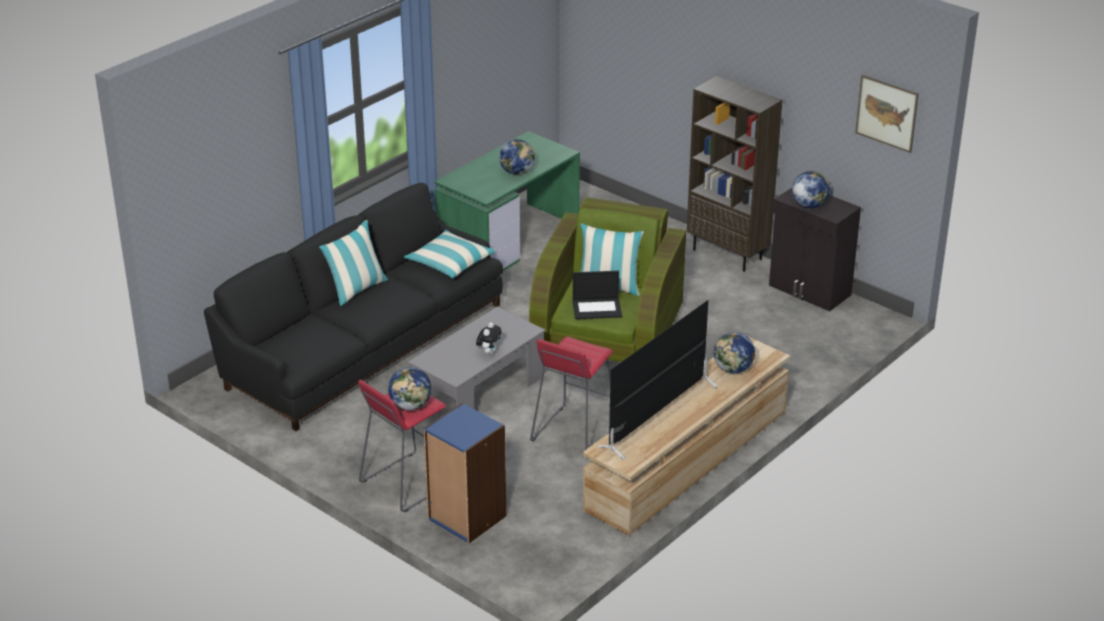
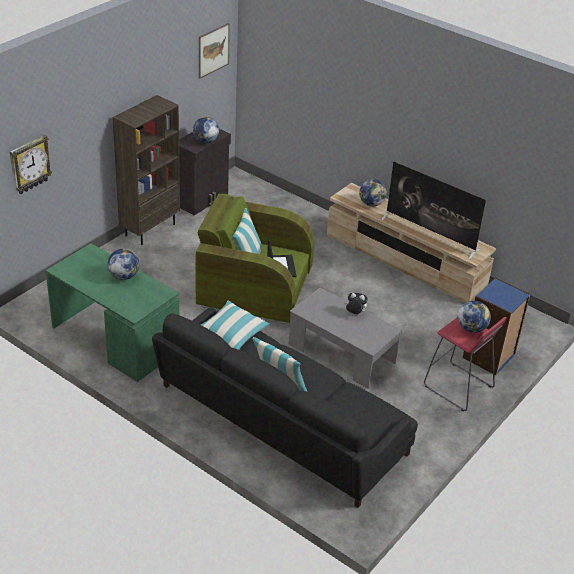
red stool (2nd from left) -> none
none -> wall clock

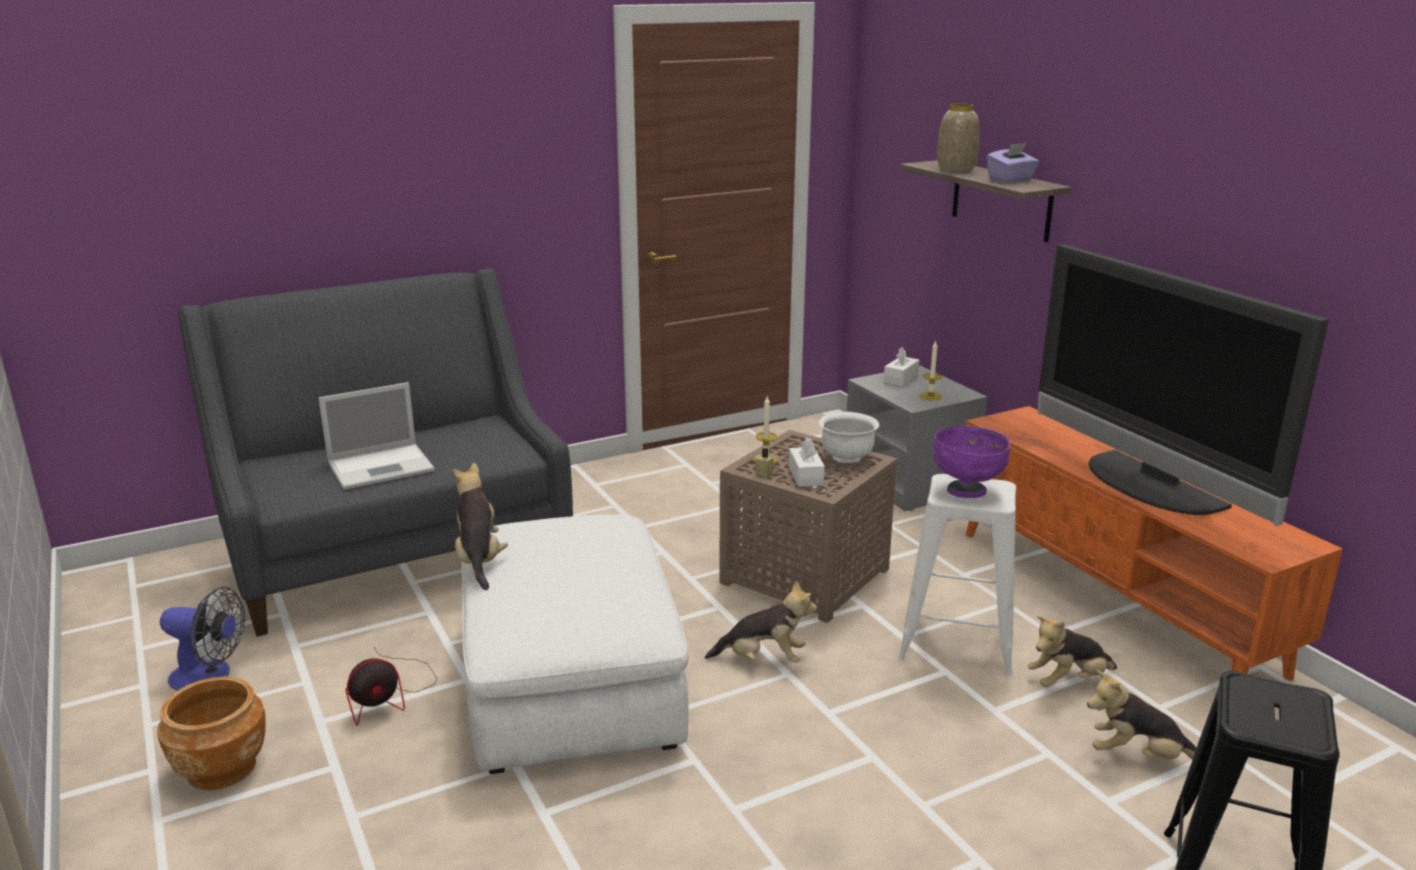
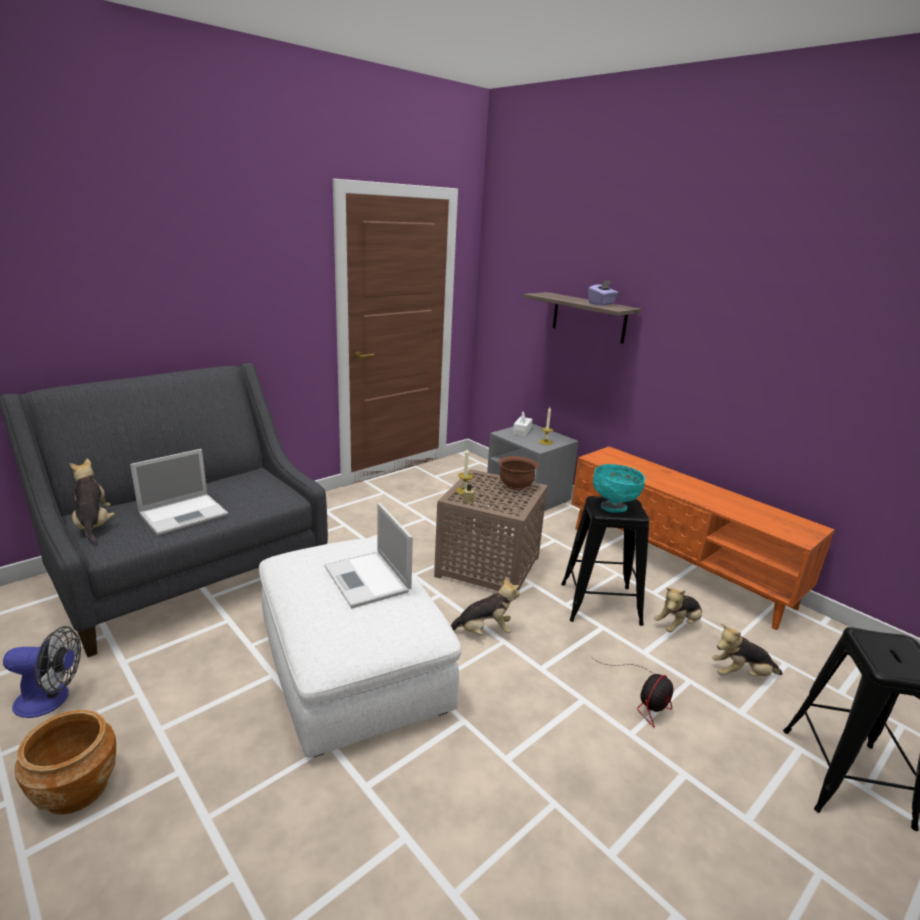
vase -> none
television -> none
white bowl -> brown bowl
purple bowl -> turquoise bowl
white tissue box (1st from left) -> none
plush toy (1st from left), move
white stool -> black stool (1st from left)
fan (2nd from left), move
none -> laptop (2nd from left)

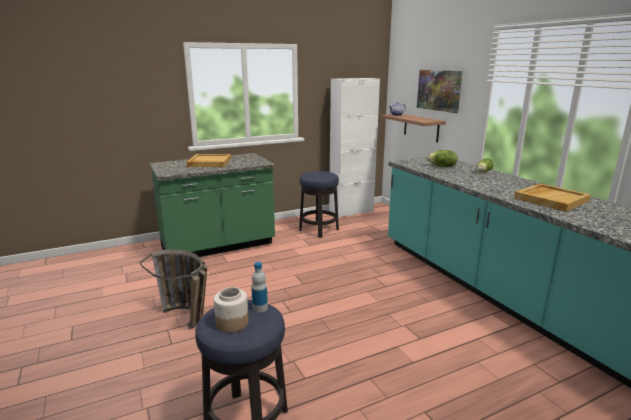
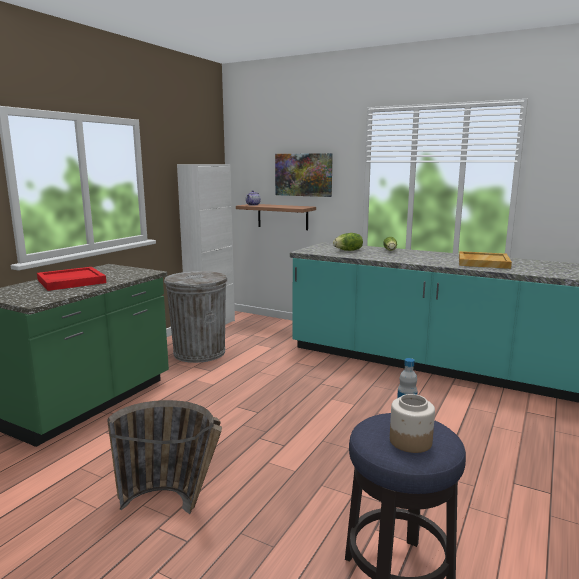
beige tray (1st from left) -> red tray
stool (2nd from left) -> grey trash can

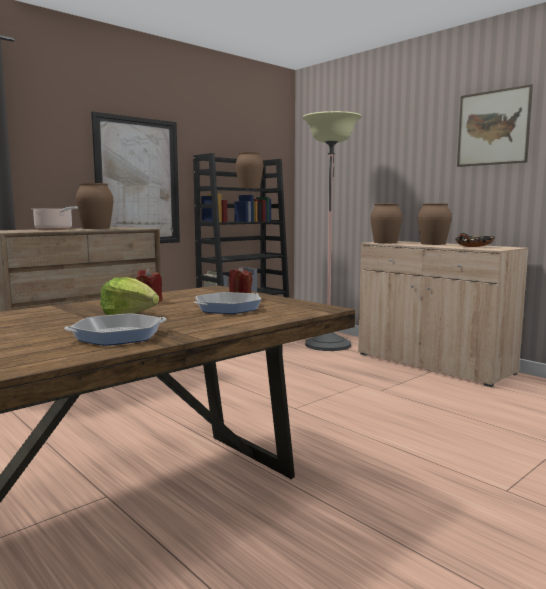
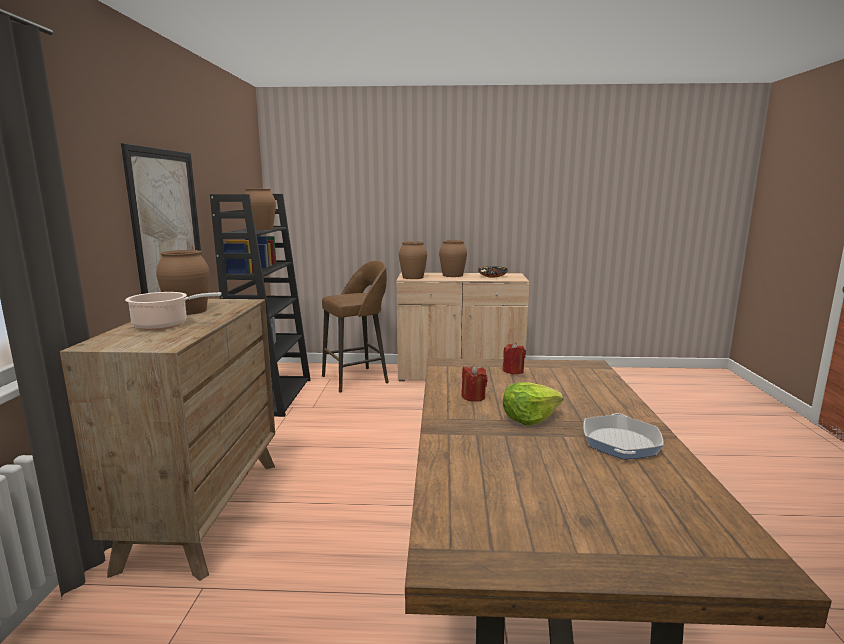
picture (2nd from left) -> none
floor lamp -> brown stool
frying pan (2nd from left) -> none

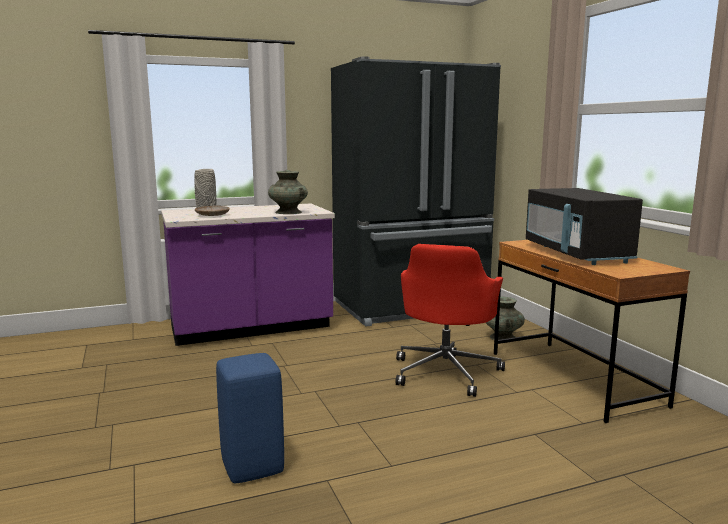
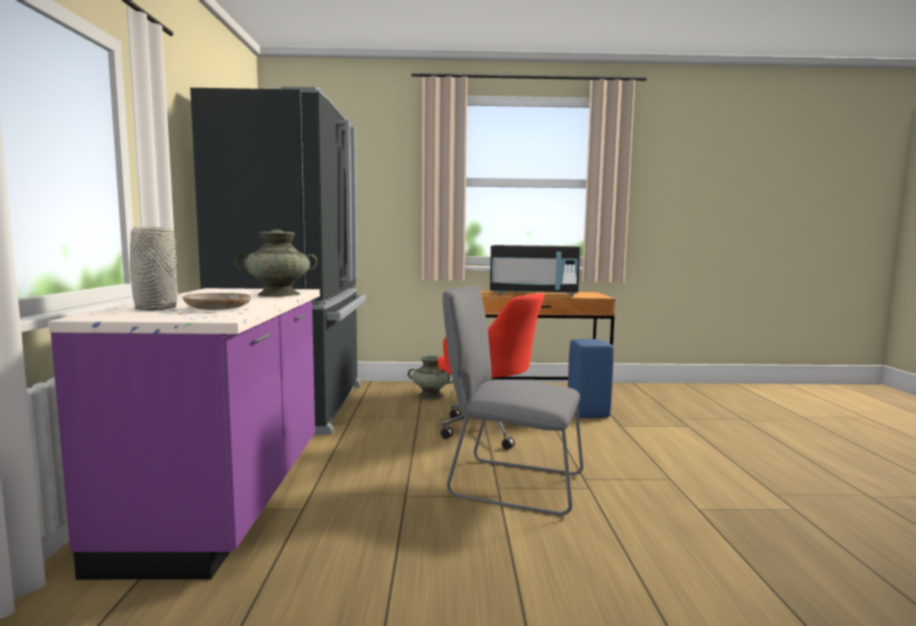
blue stool, move
none -> grey chair

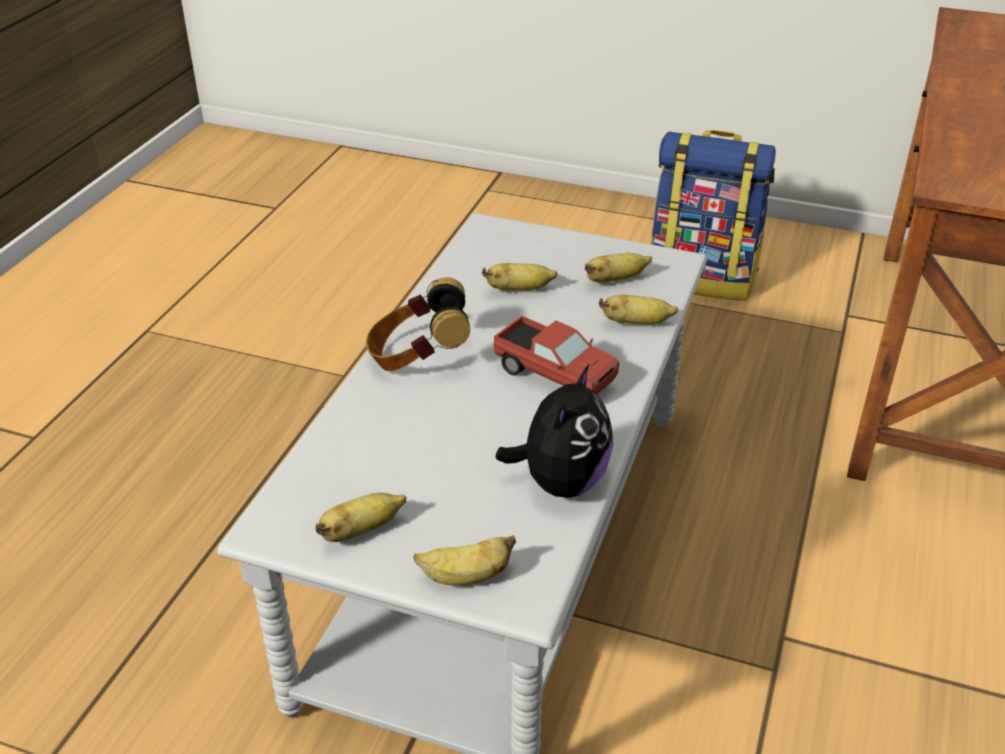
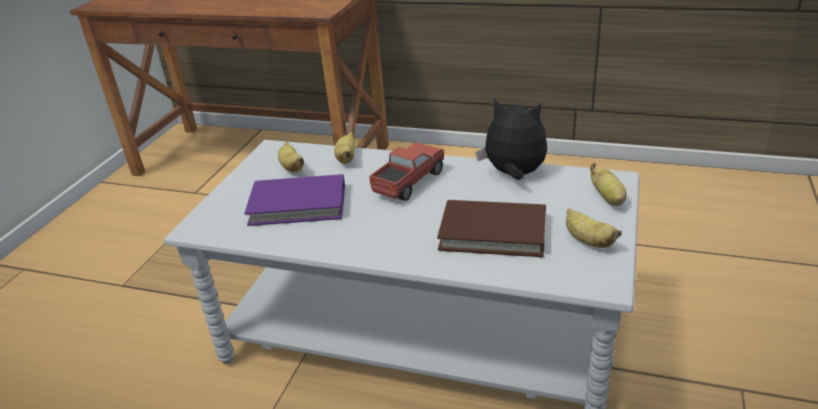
backpack -> none
banana (3rd from left) -> purple book
headphones -> none
none -> brown book

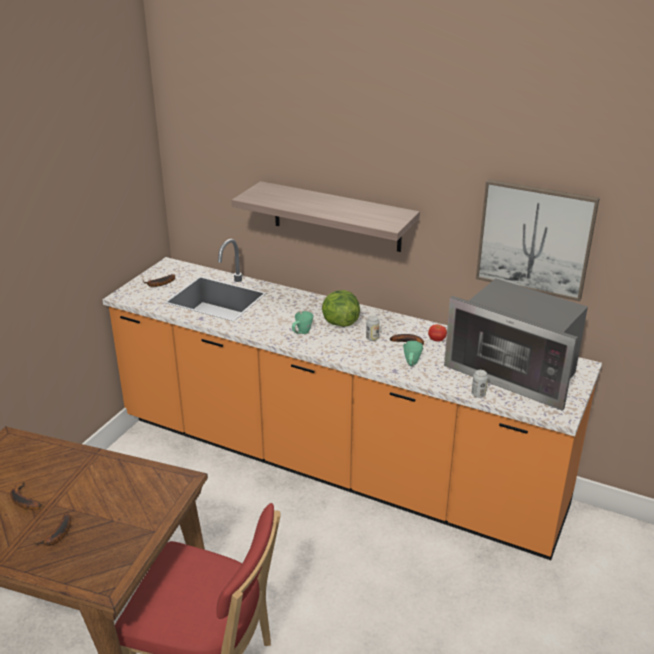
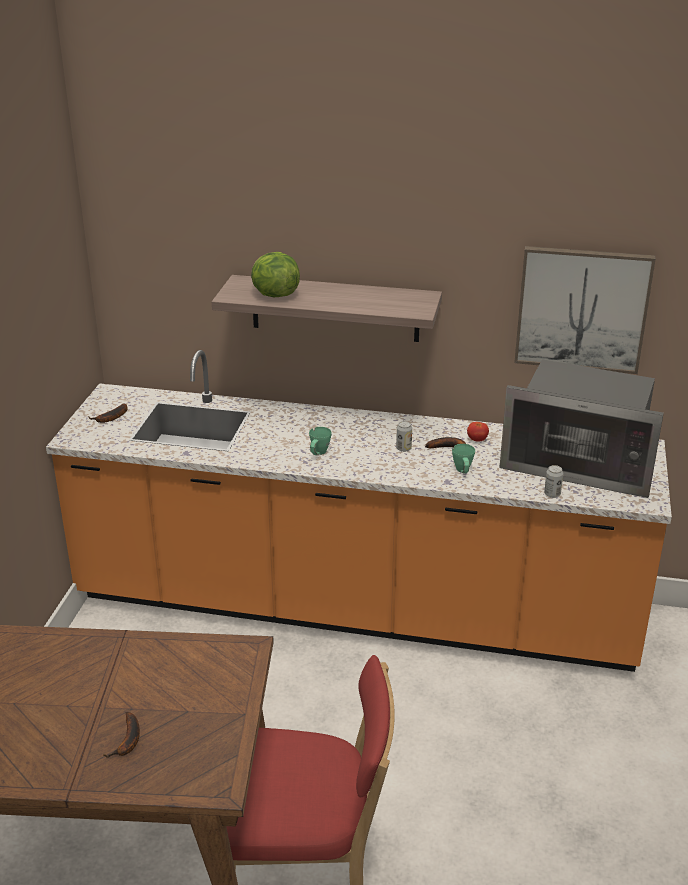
lettuce, move
banana (1st from left) -> none

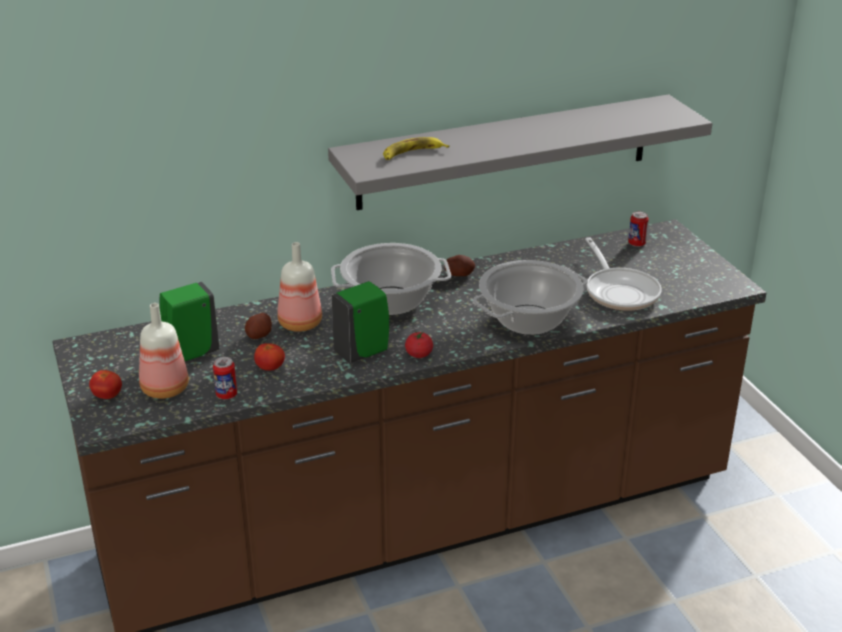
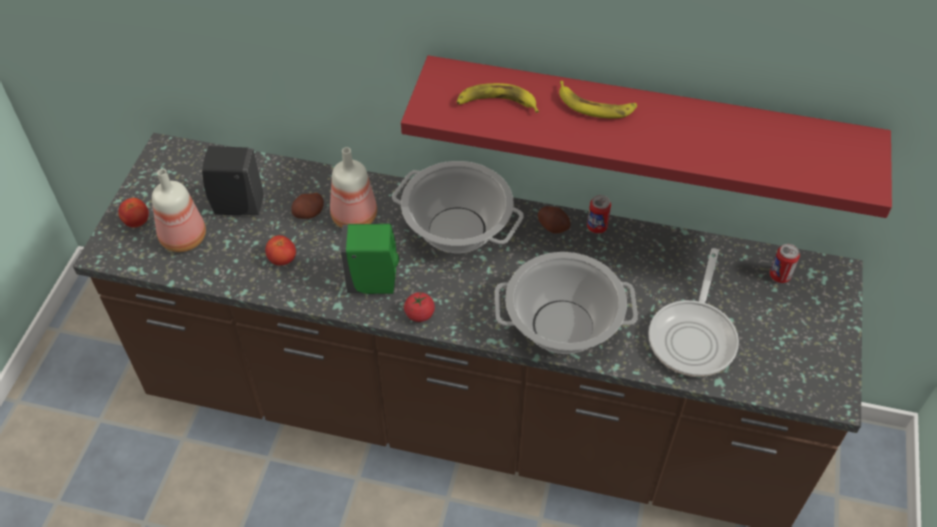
grey shelf -> red shelf
green soap dispenser (1st from left) -> black soap dispenser
can (1st from left), move
none -> banana (2nd from left)

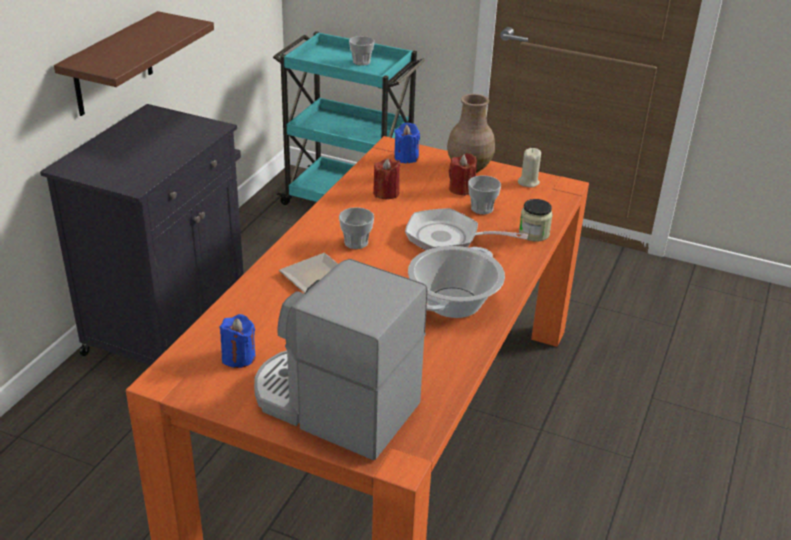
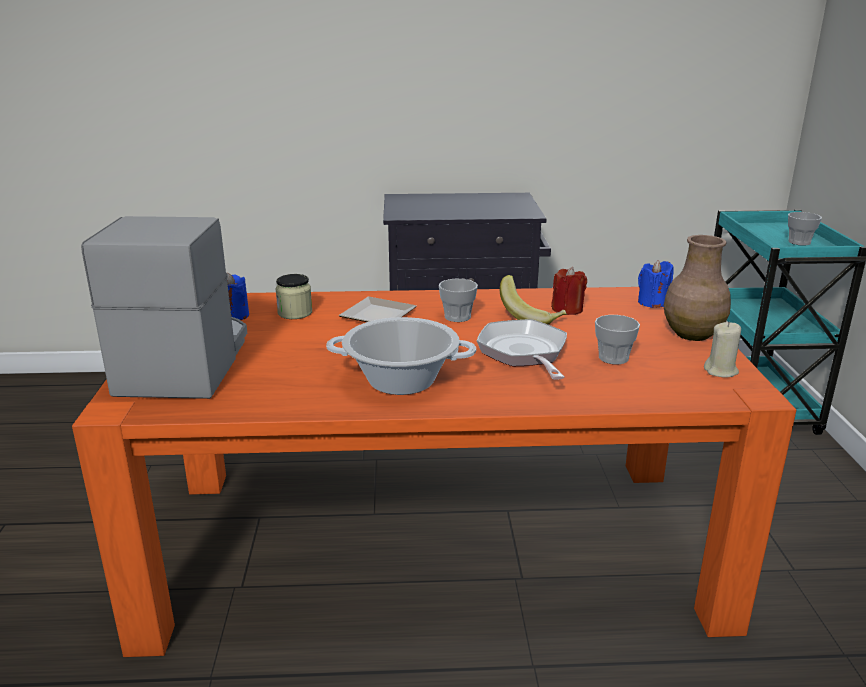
brown shelf -> none
red candle (2nd from left) -> none
jar, move
none -> banana

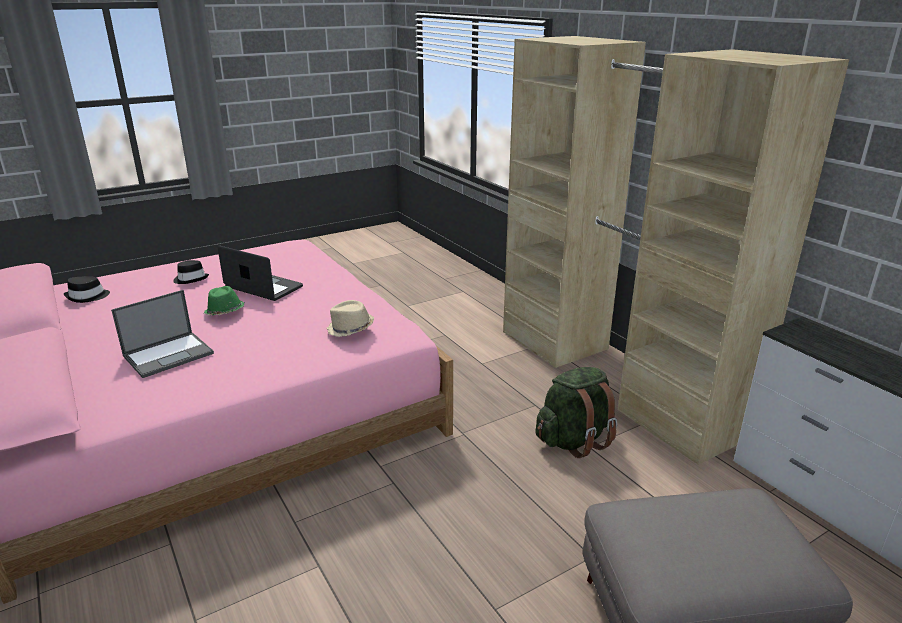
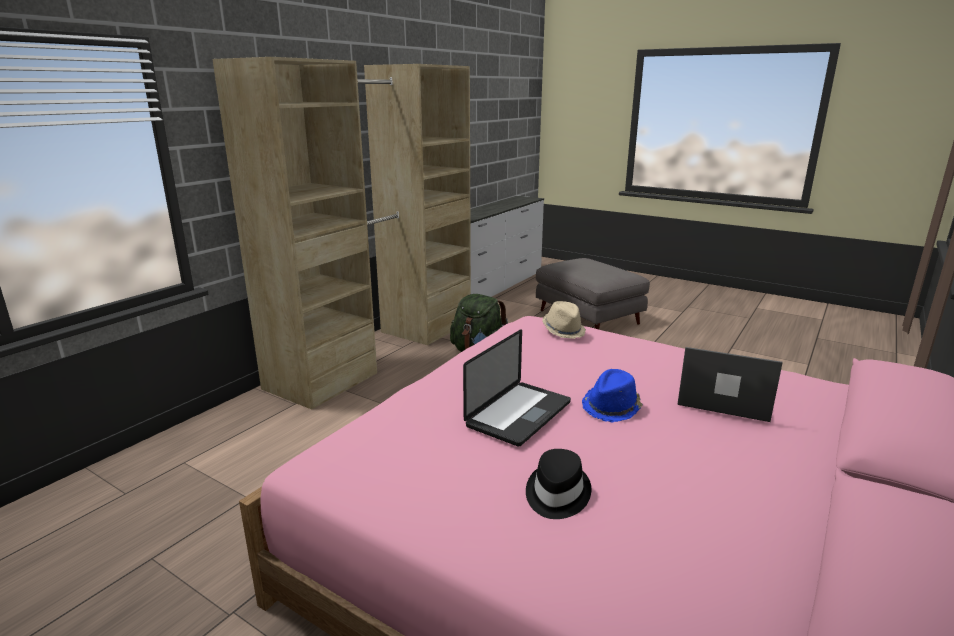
laptop (2nd from left in the first image) -> laptop (1st from left), 150 degrees counterclockwise
black hat (1st from left) -> none
green hat -> blue hat

